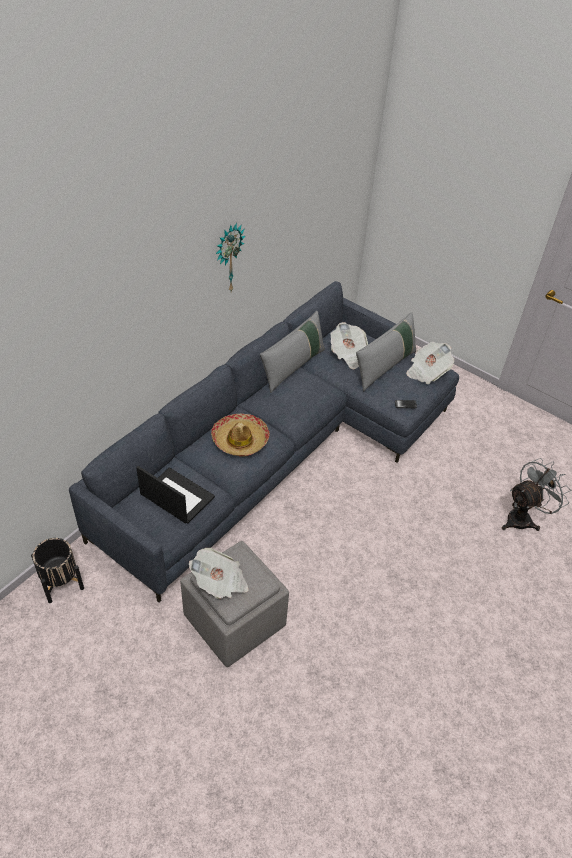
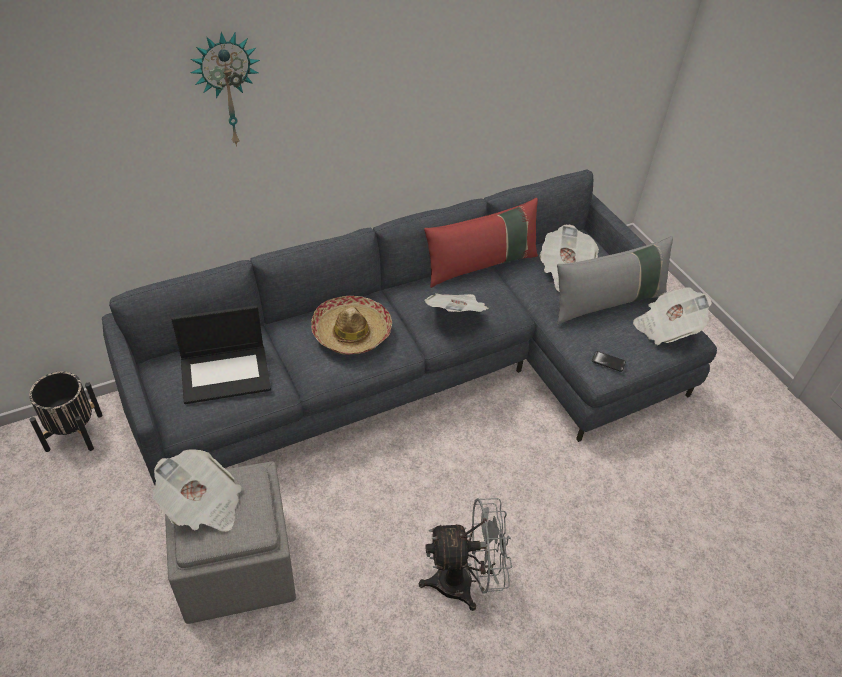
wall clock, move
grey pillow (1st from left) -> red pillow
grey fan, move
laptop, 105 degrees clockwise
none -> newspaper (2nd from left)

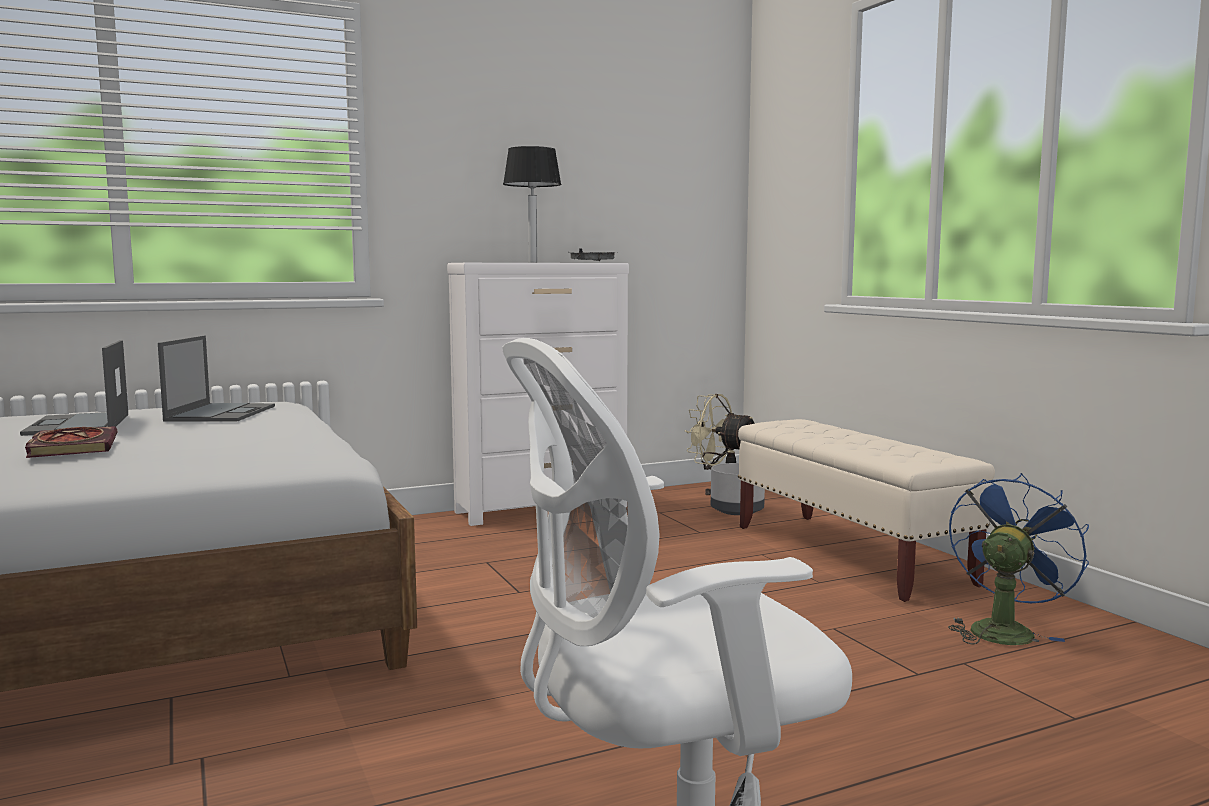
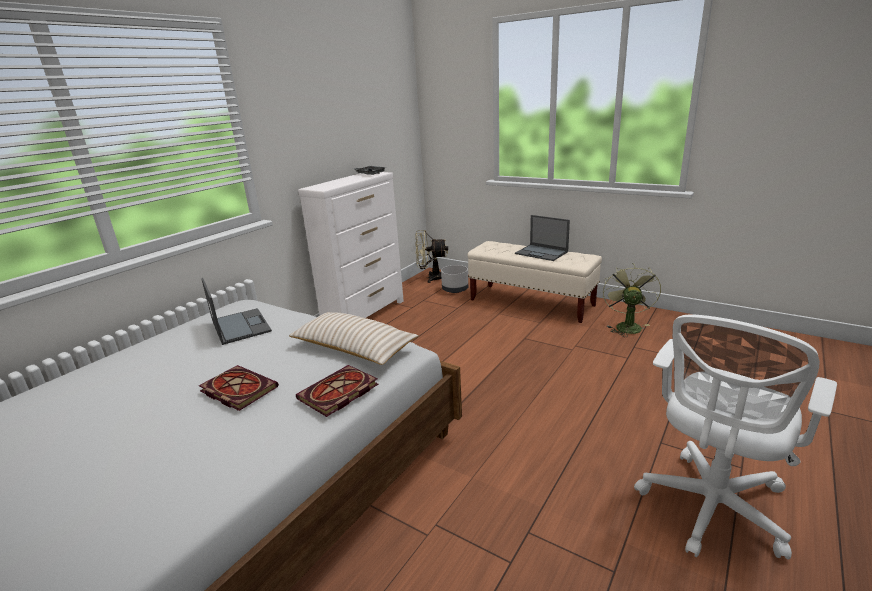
table lamp -> none
laptop (1st from left in the first image) -> laptop (2nd from left), move
blue fan -> green fan
none -> beige pillow
none -> book (2nd from left)

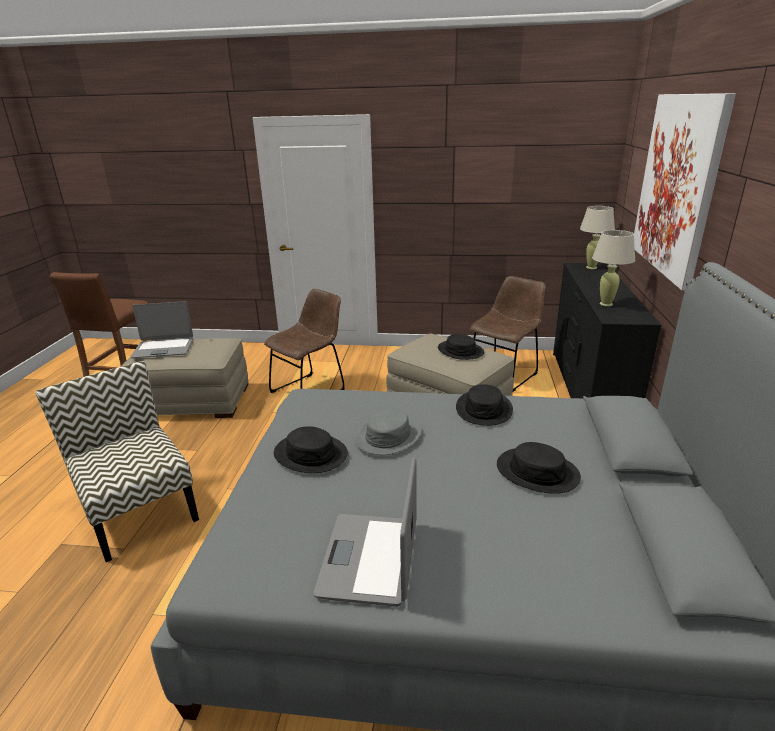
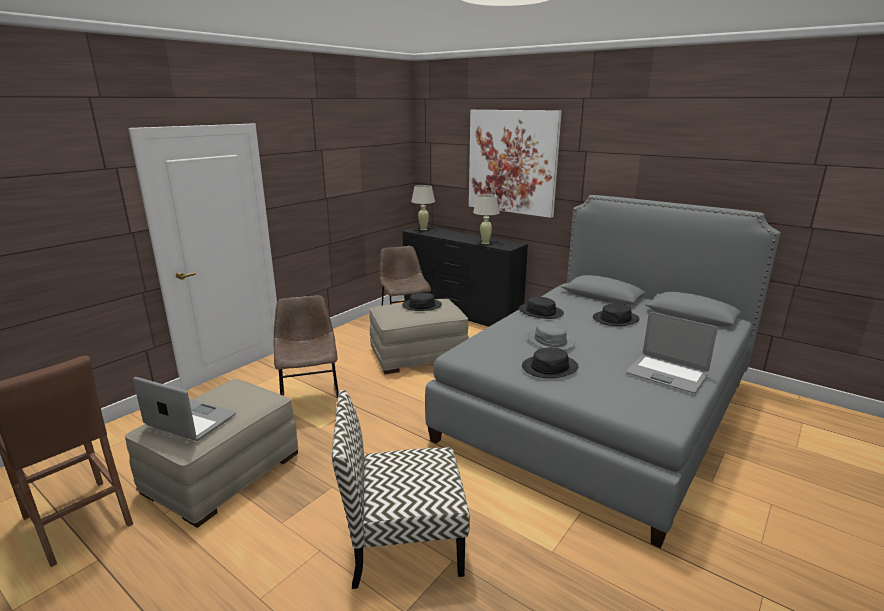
laptop (1st from left), 90 degrees counterclockwise

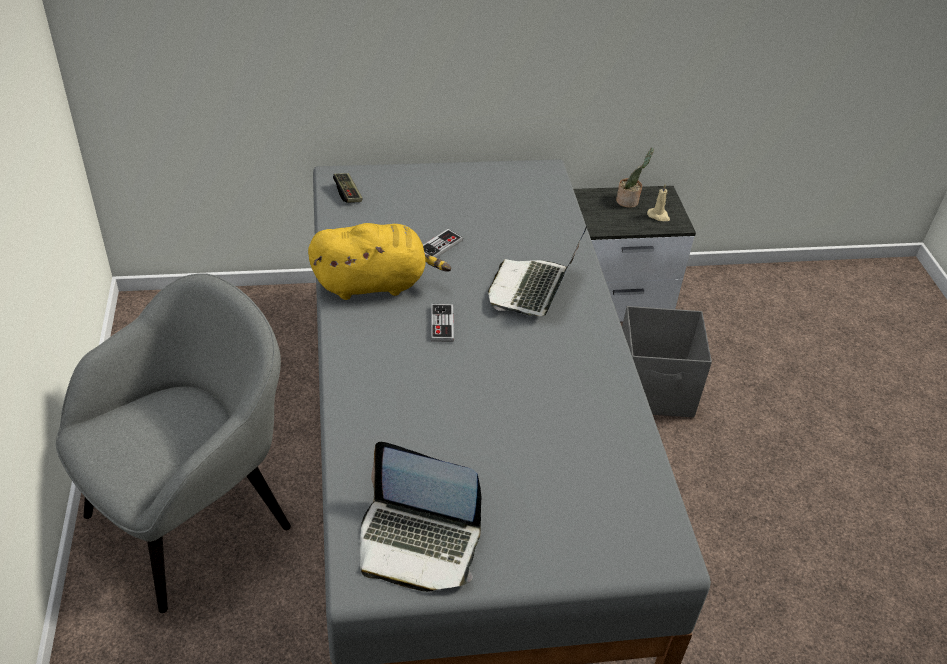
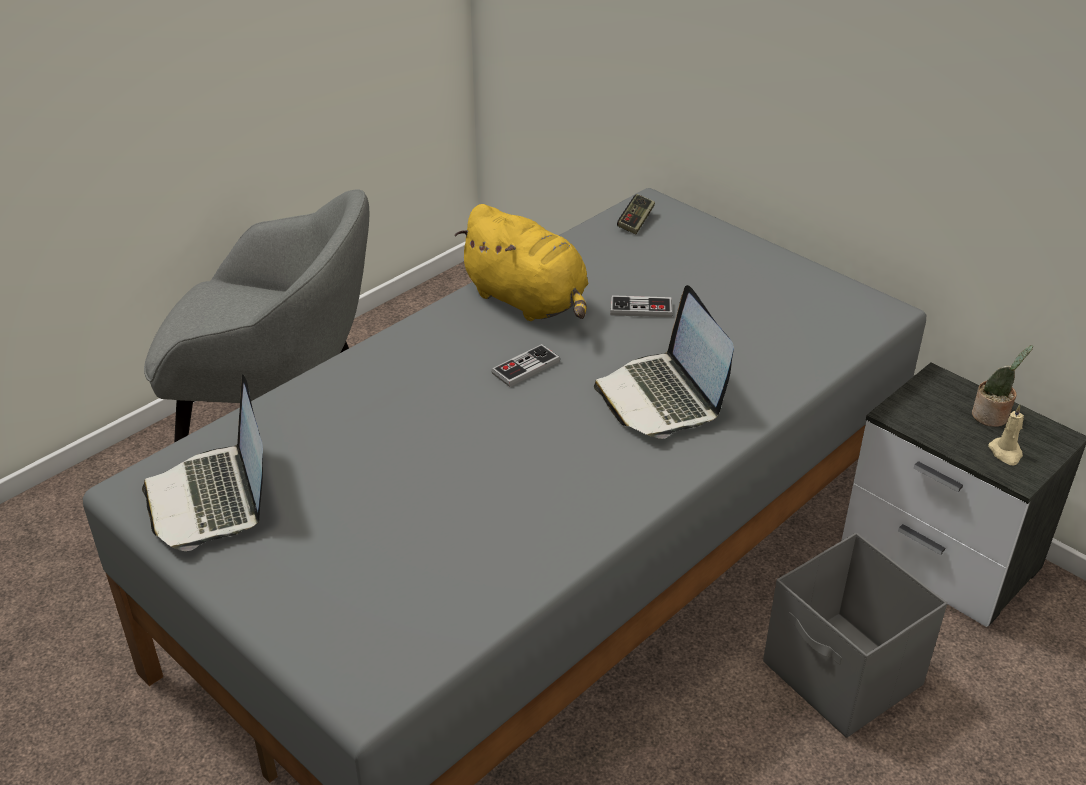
laptop (2nd from left), 90 degrees counterclockwise

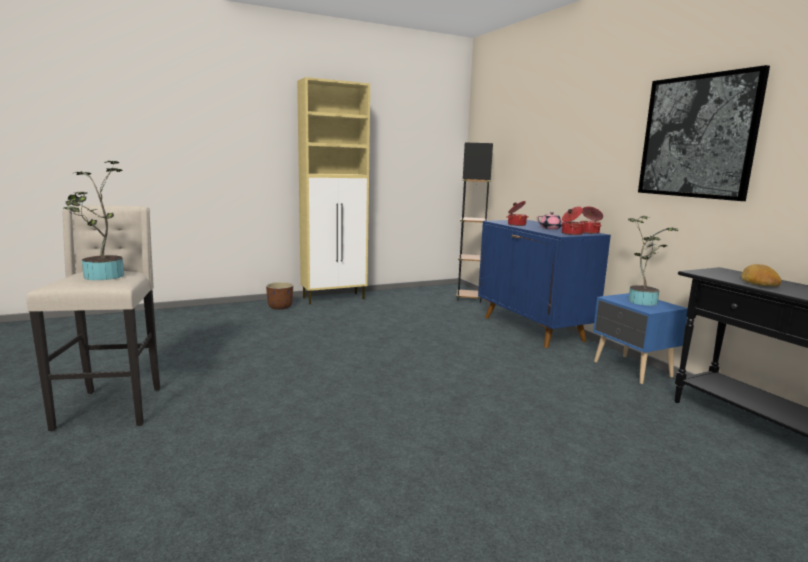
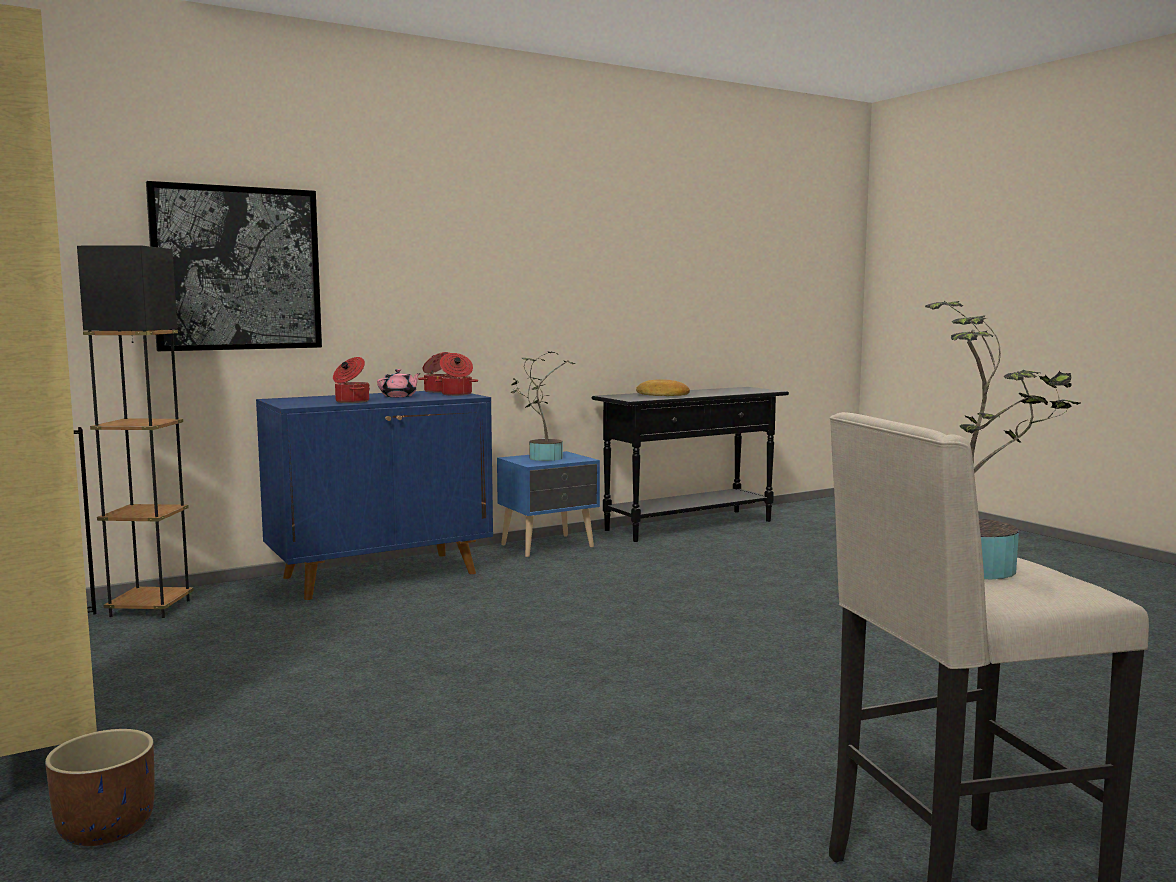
picture, move

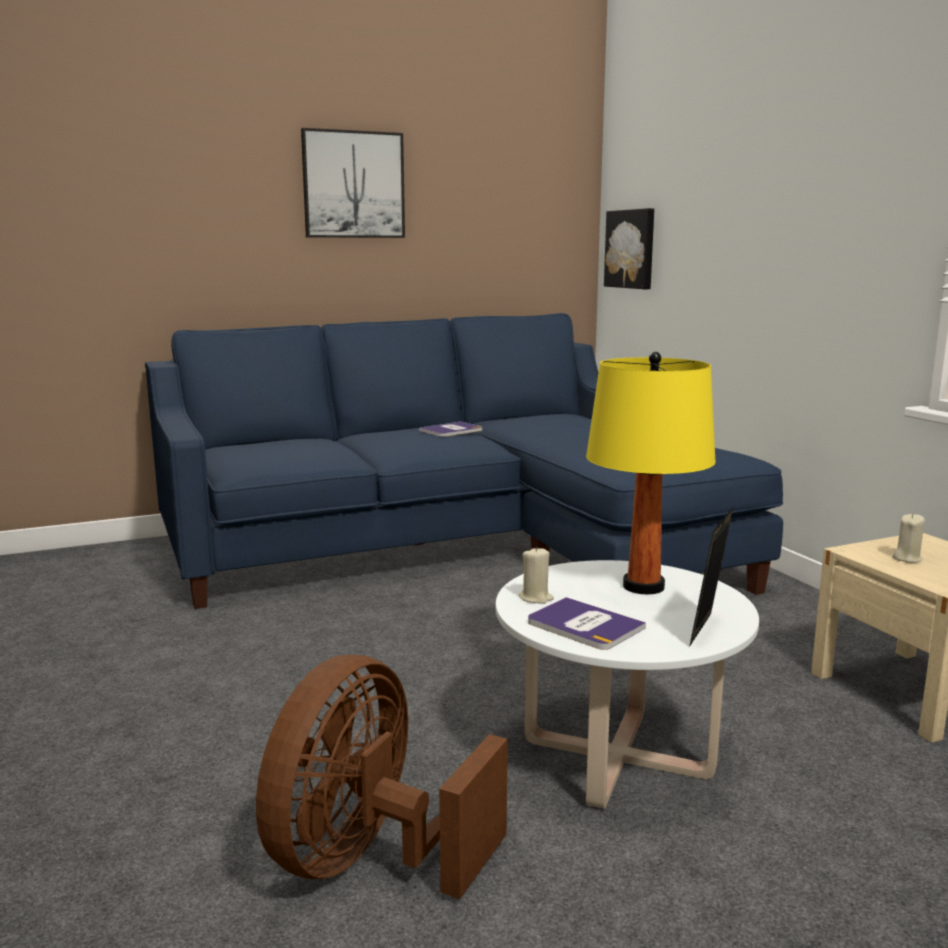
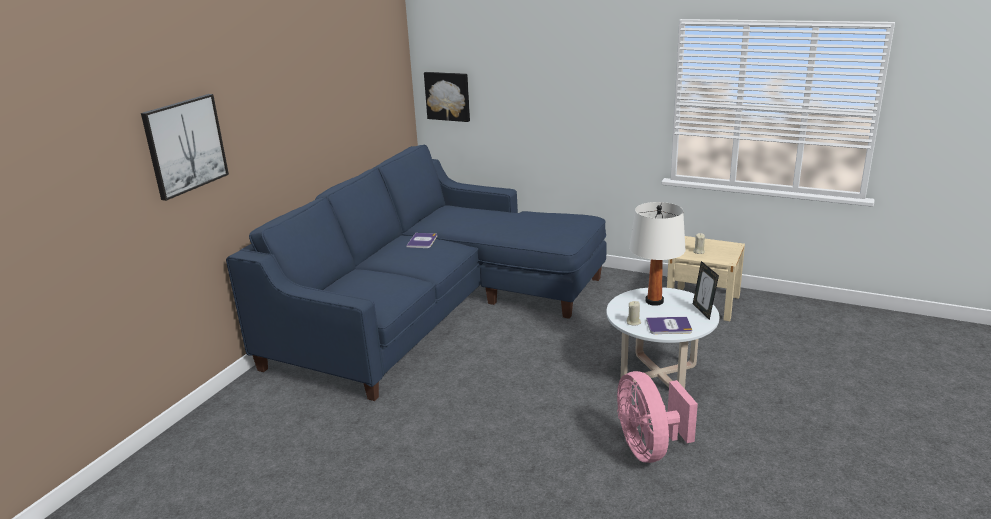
picture (1st from left), move
yellow table lamp -> white table lamp
brown fan -> pink fan

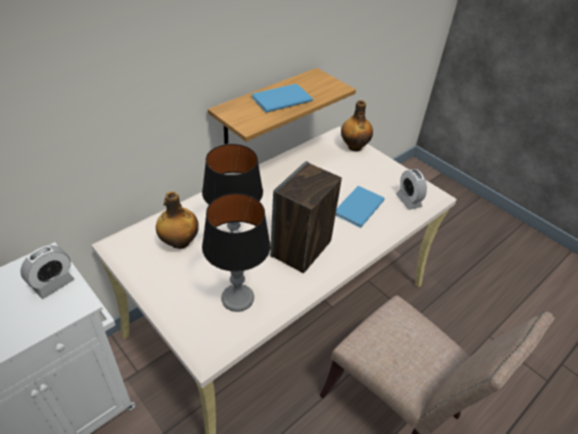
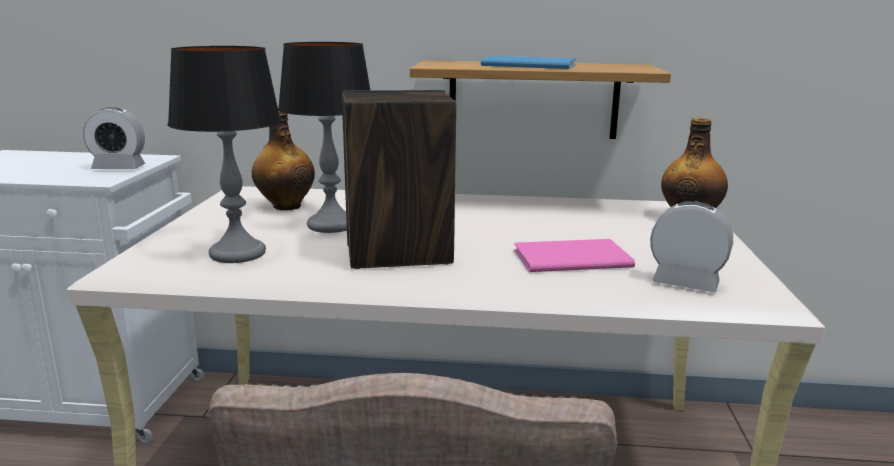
alarm clock (2nd from left), 90 degrees clockwise
blue book (2nd from left) -> pink book

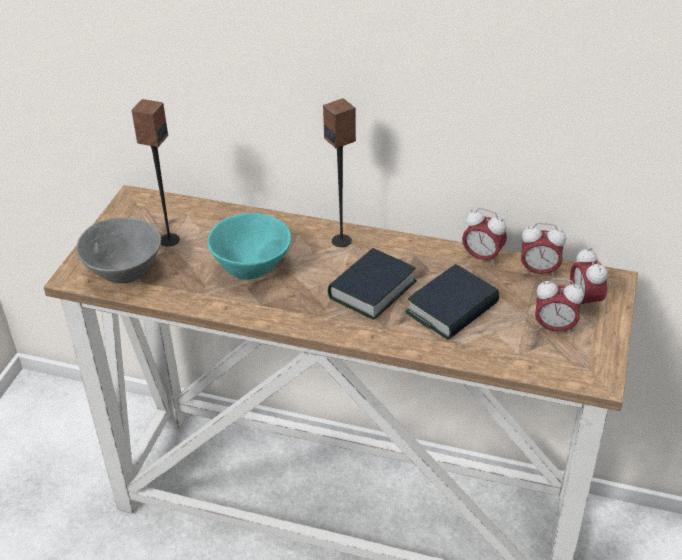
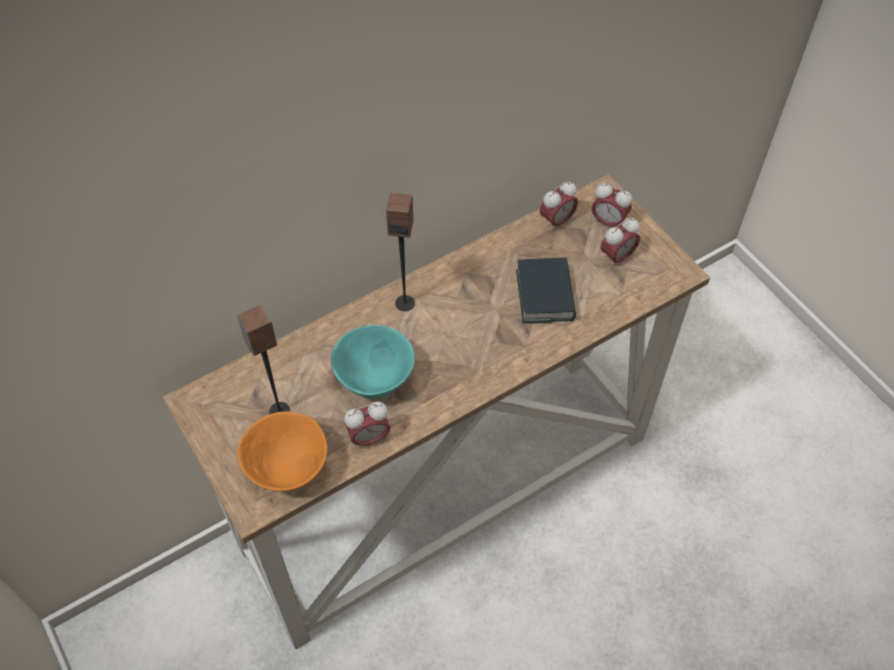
alarm clock (1st from left), move
grey bowl -> orange bowl
book (1st from left) -> none

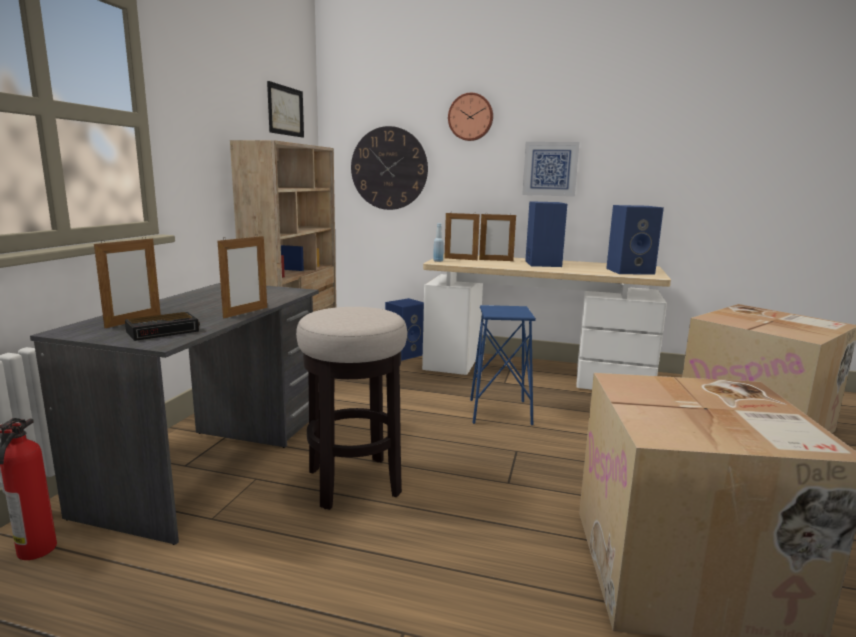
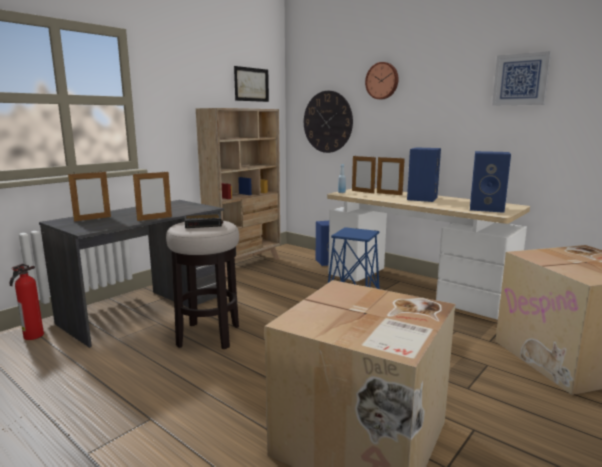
picture (2nd from left), move
alarm clock, move

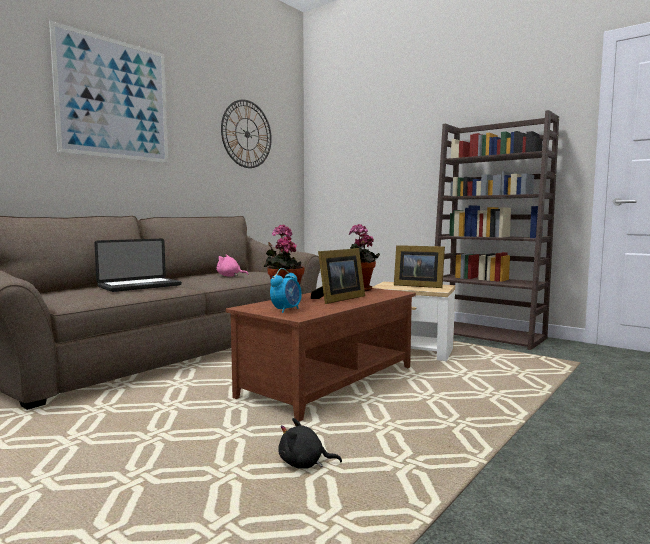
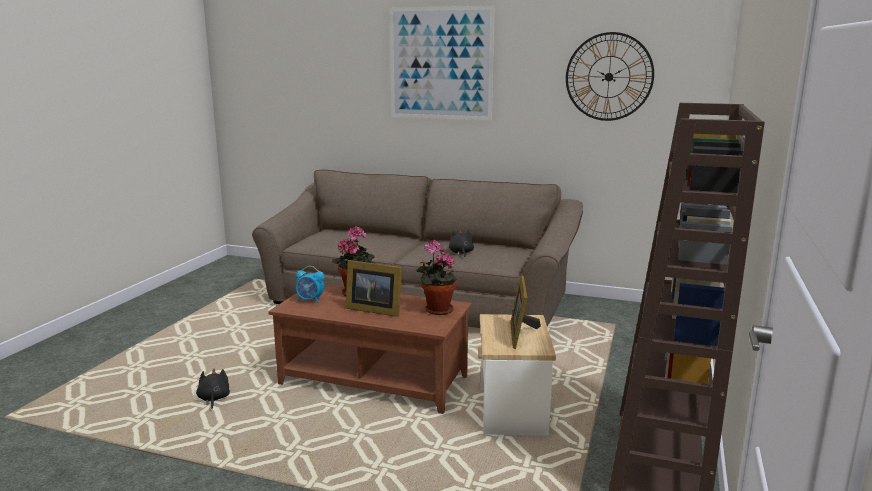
laptop -> none
pink plush toy -> black plush toy (2nd from left)

